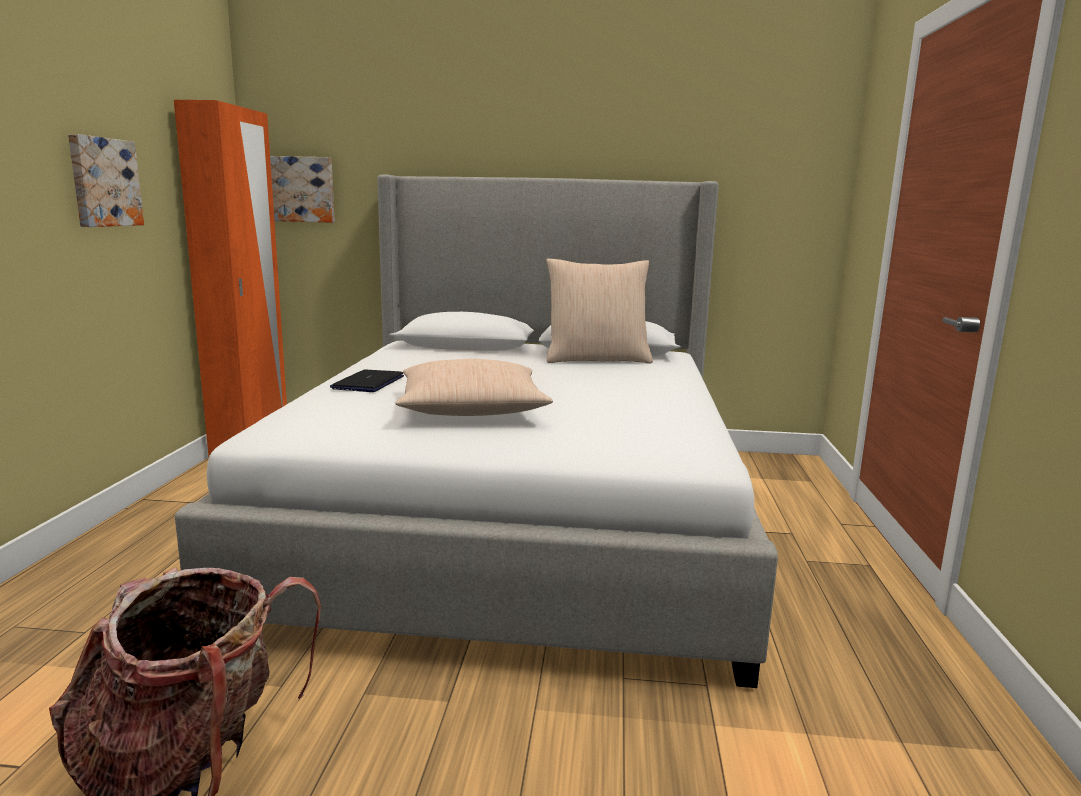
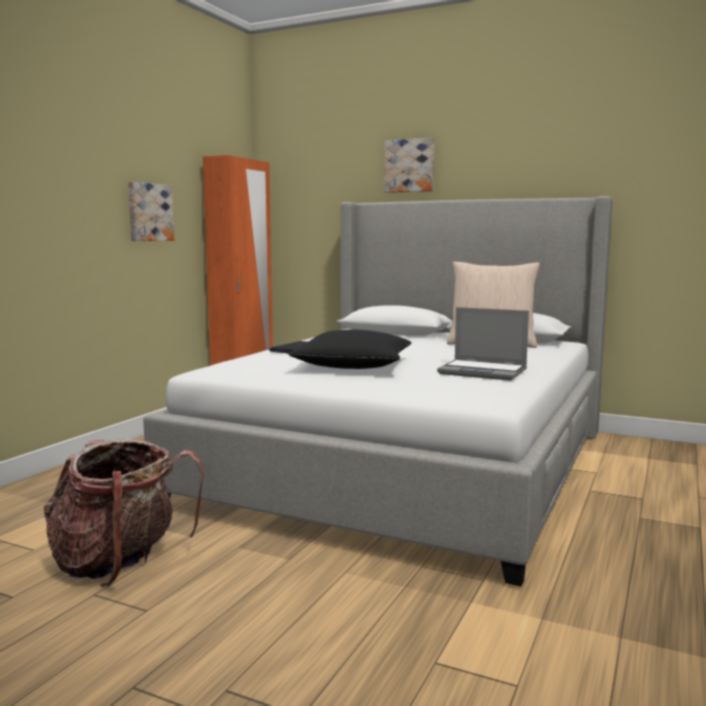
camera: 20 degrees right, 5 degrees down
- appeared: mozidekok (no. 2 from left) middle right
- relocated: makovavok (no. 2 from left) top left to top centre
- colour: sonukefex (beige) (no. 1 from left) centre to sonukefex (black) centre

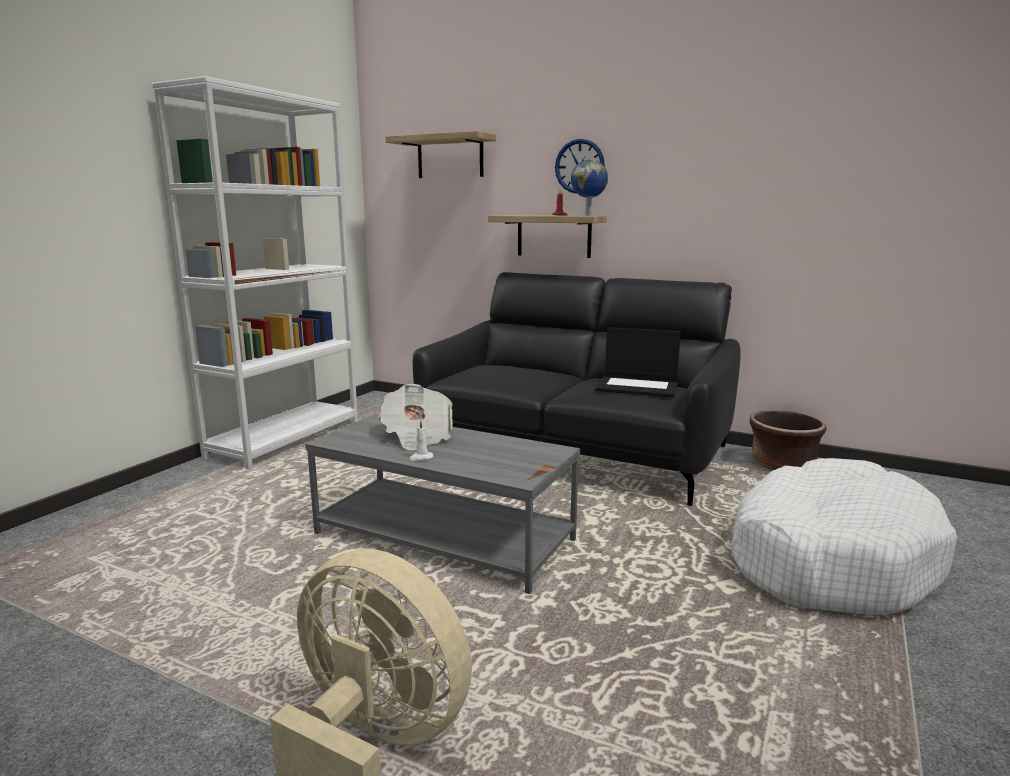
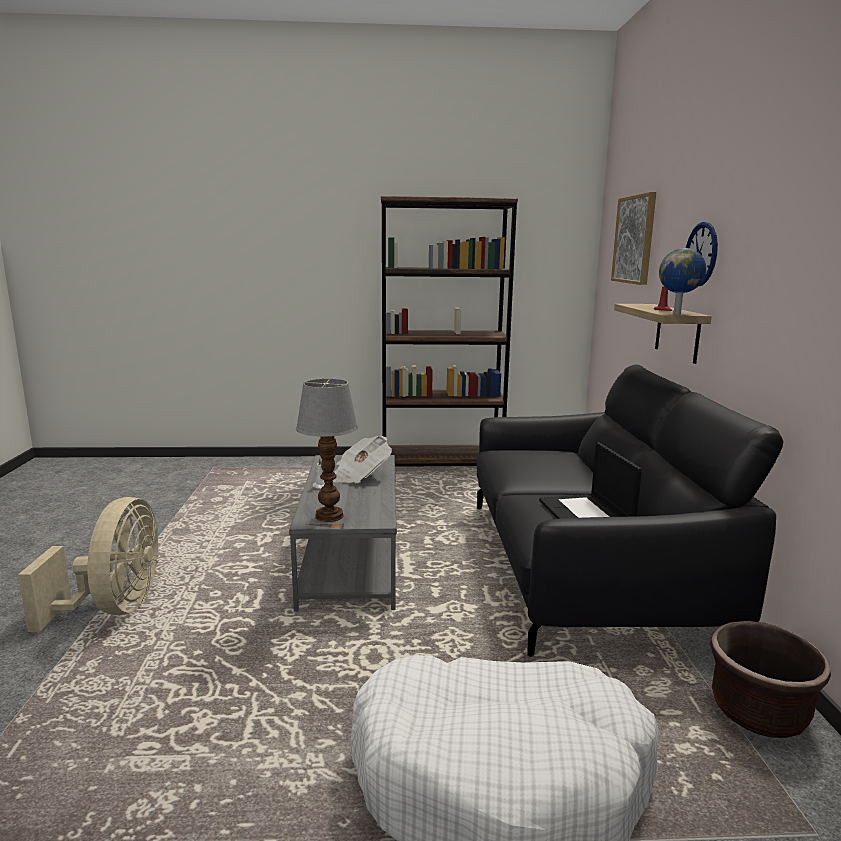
camera: 60 degrees right, 0 degrees up
- appeared: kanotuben centre
- exchanged: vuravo (no. 1 from left) top centre to makovavok top right
- colour: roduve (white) middle left to roduve (brown) centre

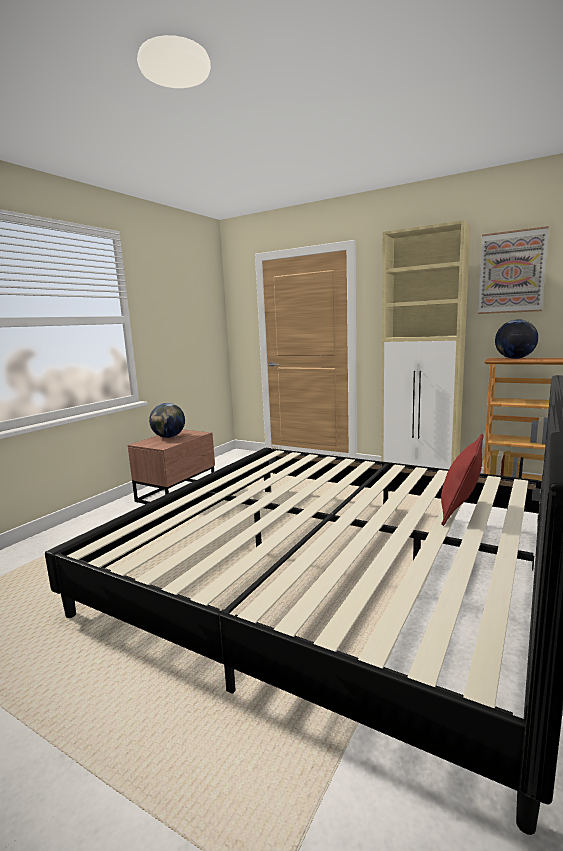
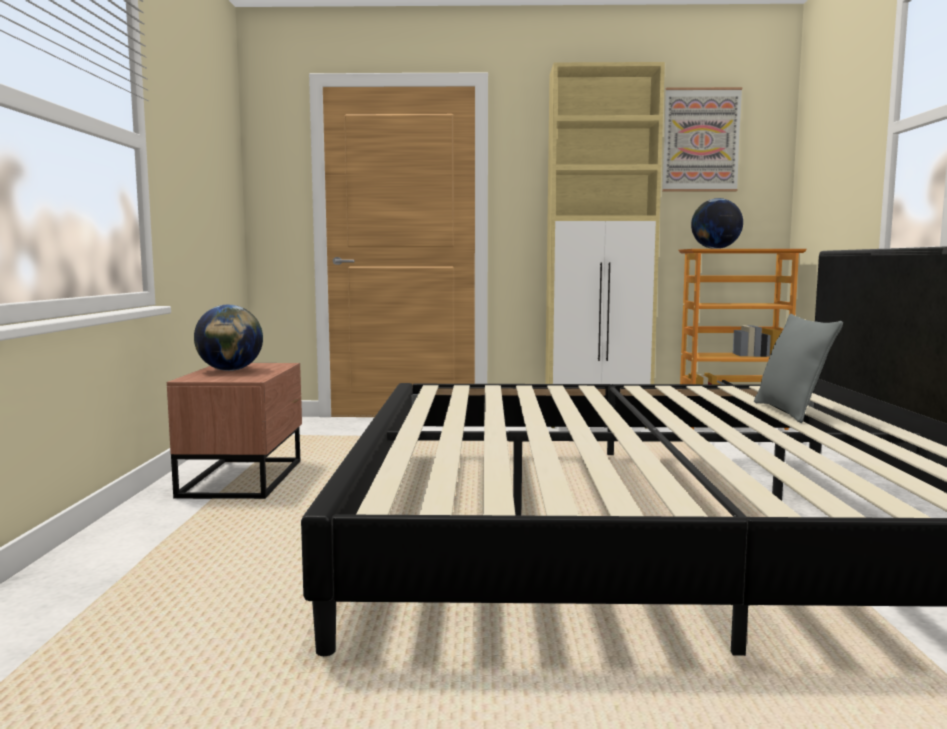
camera: 30 degrees left, 5 degrees down
- colour: sonukefex (red) middle right to sonukefex (grey) middle right

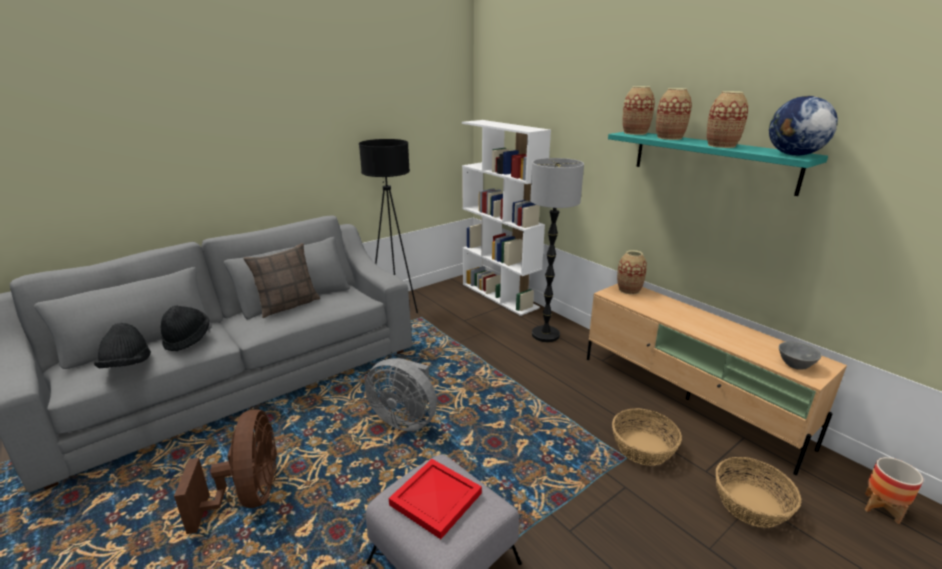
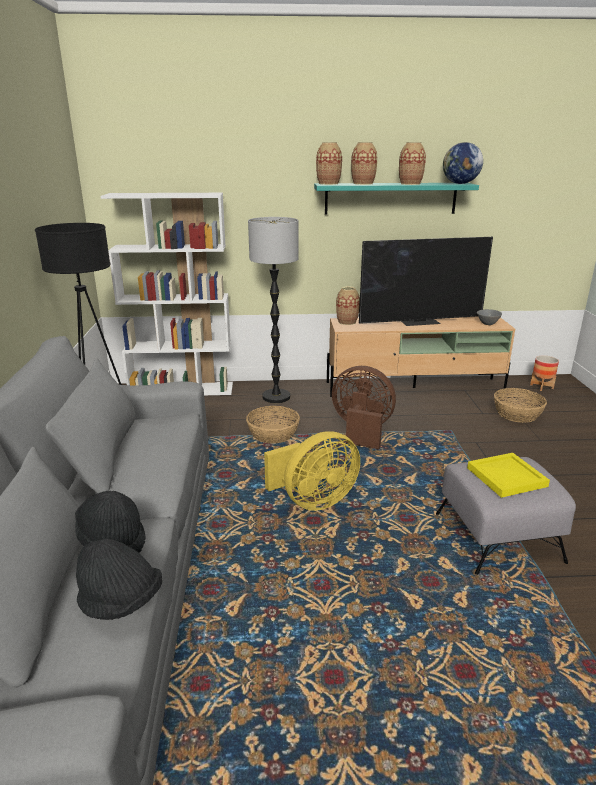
camera: 55 degrees left, 0 degrees up
- missing: sonukefex middle left
- appeared: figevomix middle right
- relocated: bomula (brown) bottom left to centre
- relocated: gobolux (no. 1 from left) bottom right to centre
- colour: bomula (grey) bottom centre to bomula (yellow) centre
- colour: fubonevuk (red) bottom centre to fubonevuk (yellow) middle right

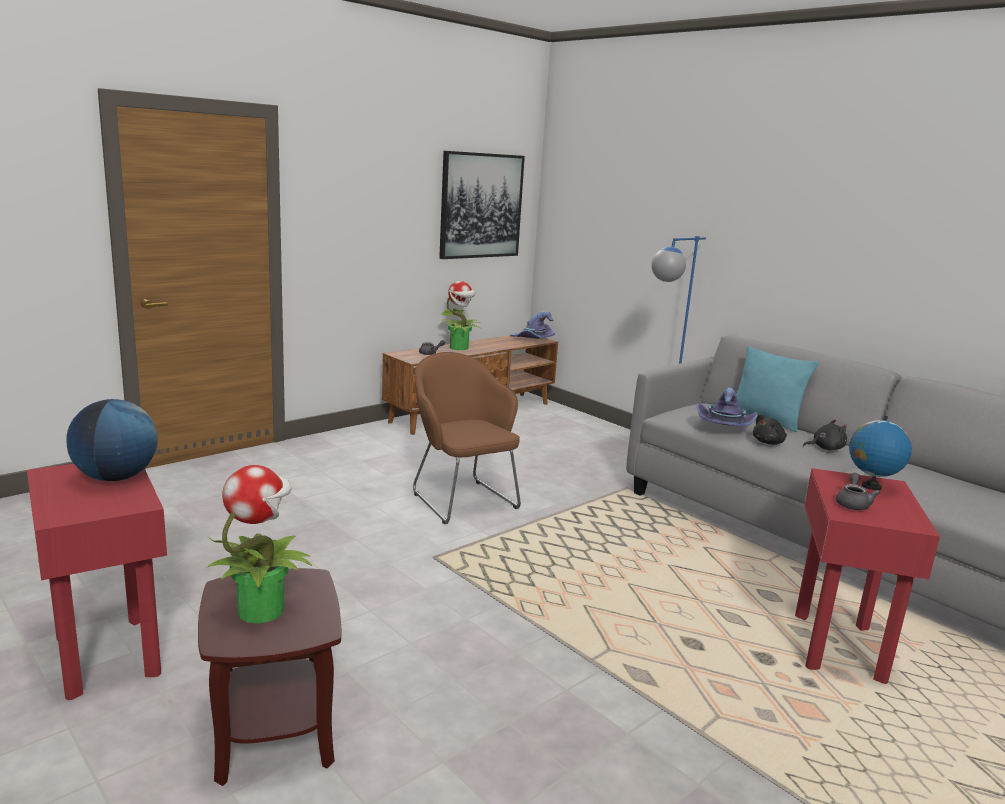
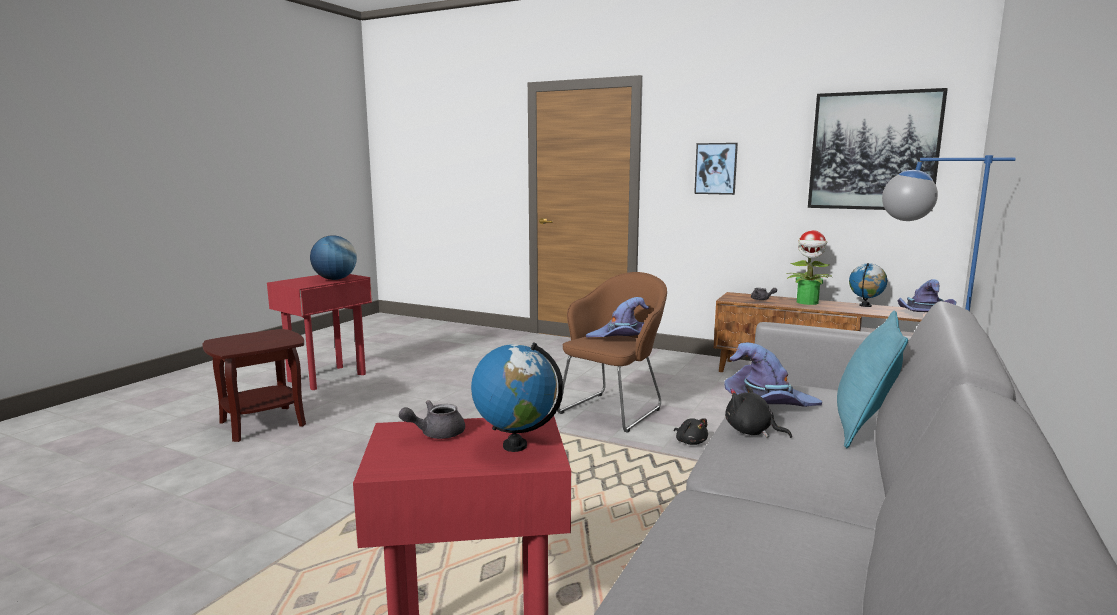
camera: 70 degrees right, 5 degrees down
- missing: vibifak (no. 1 from left) bottom left
- appeared: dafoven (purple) (no. 1 from left) centre
- appeared: makovavok (no. 1 from left) top centre
- appeared: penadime (no. 3 from left) middle right
- relocated: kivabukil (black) (no. 2 from left in the first image) middle right to kivabukil (black) (no. 1 from left) bottom centre
- spun: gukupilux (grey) (no. 2 from left in the first image) middle right = bottom centre 150 degrees clockwise

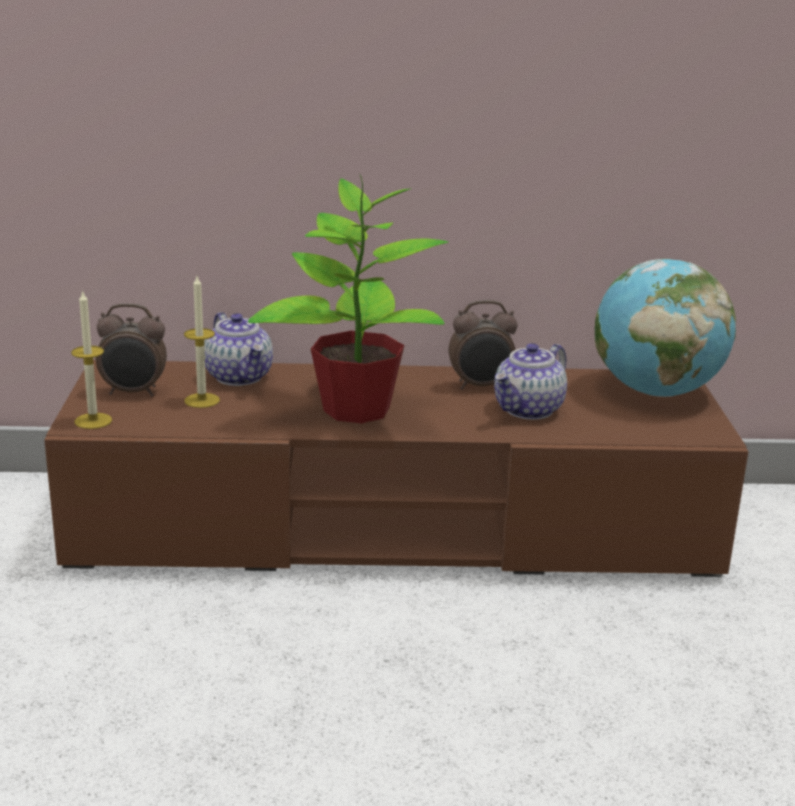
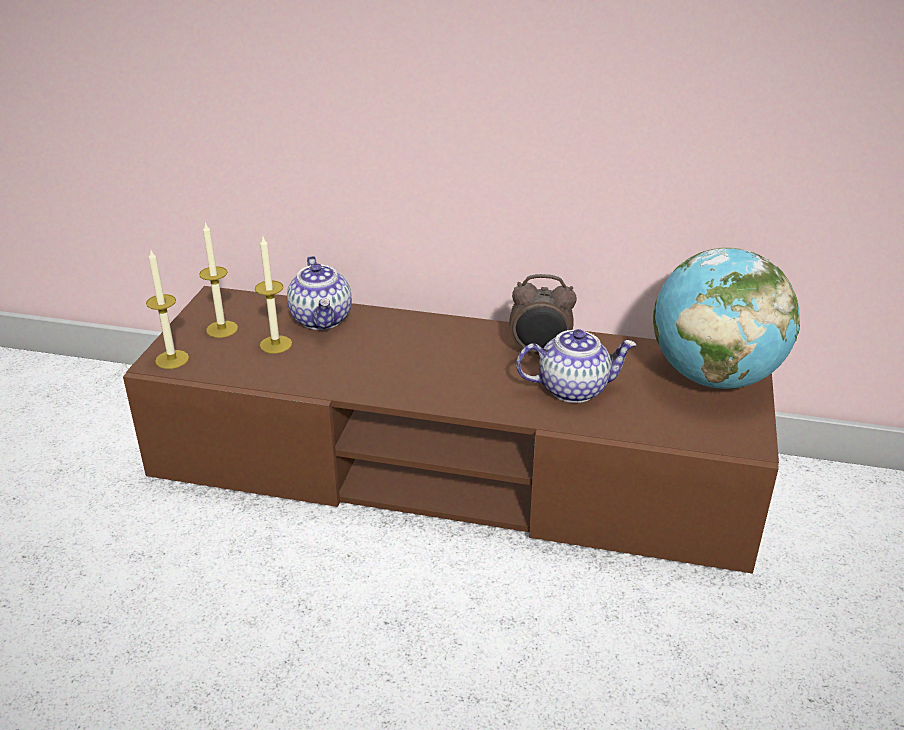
camera: 15 degrees right, 10 degrees up
- missing: vibifak centre
- exchanged: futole (no. 1 from left) middle left to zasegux (no. 2 from left) middle left
- spun: gukupilux (no. 2 from left) middle right = centre 150 degrees counterclockwise

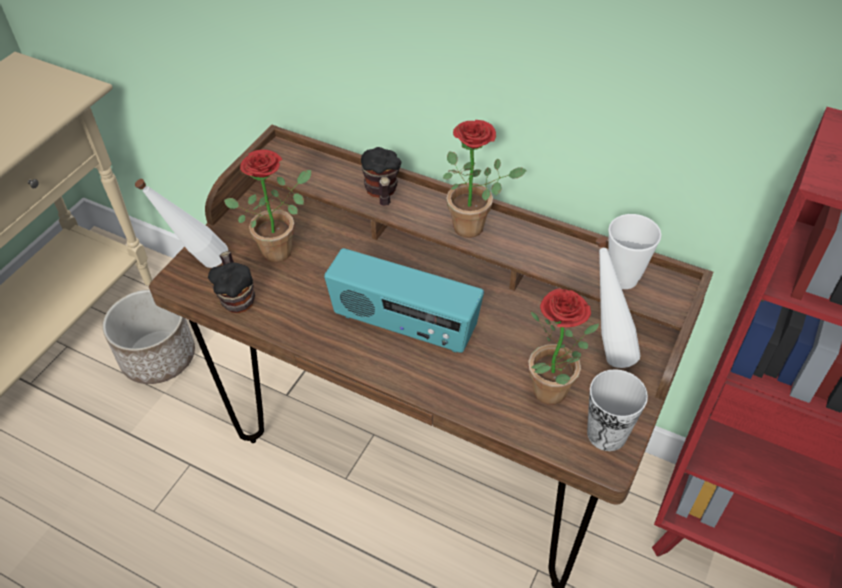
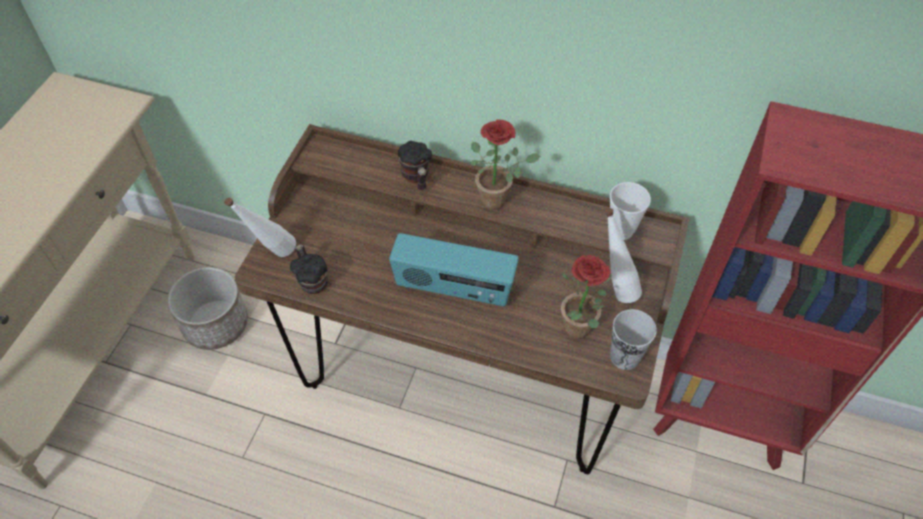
camera: 10 degrees left, 5 degrees up
- missing: vibifak (no. 1 from left) middle left

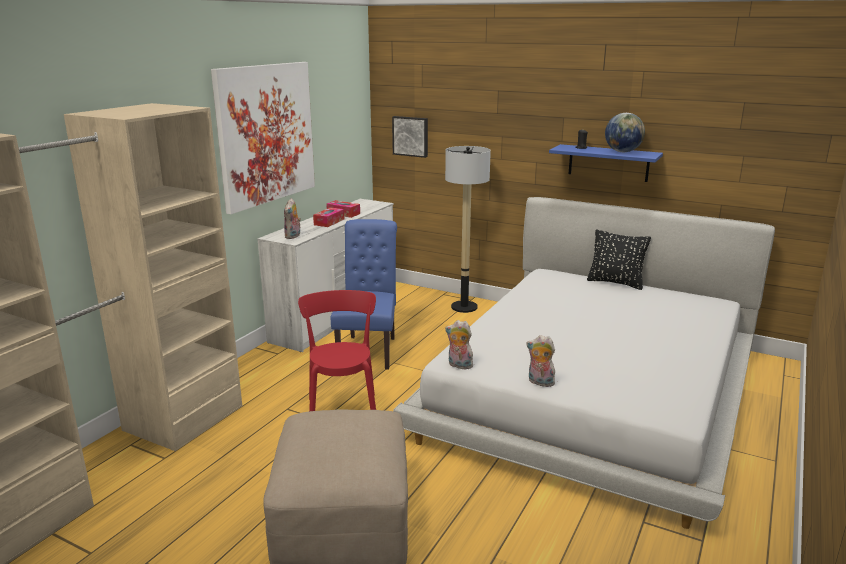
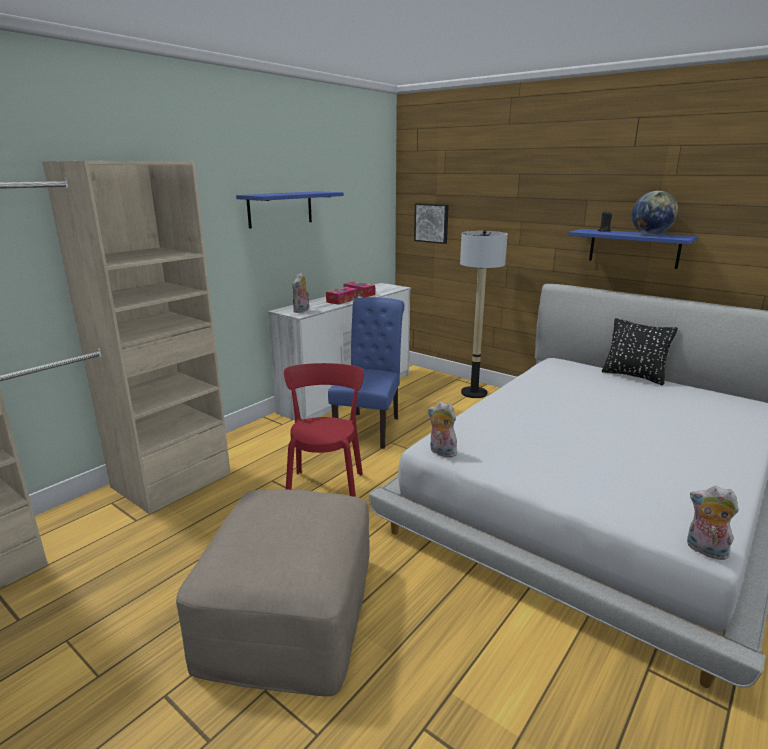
camera: 10 degrees right, 0 degrees up
- relocated: kivabukil (no. 3 from left) centre to bottom right
- exchanged: makovavok (no. 1 from left) top left to vuravo (blue) (no. 1 from left) top centre

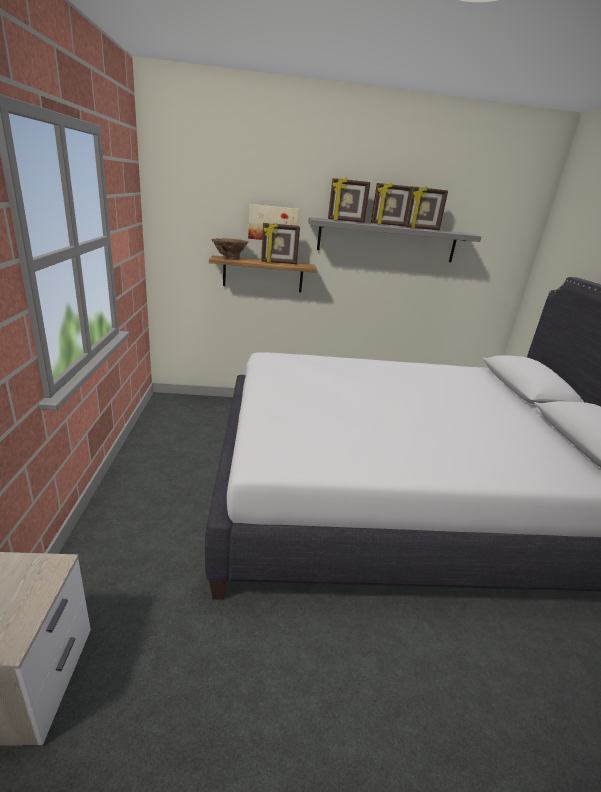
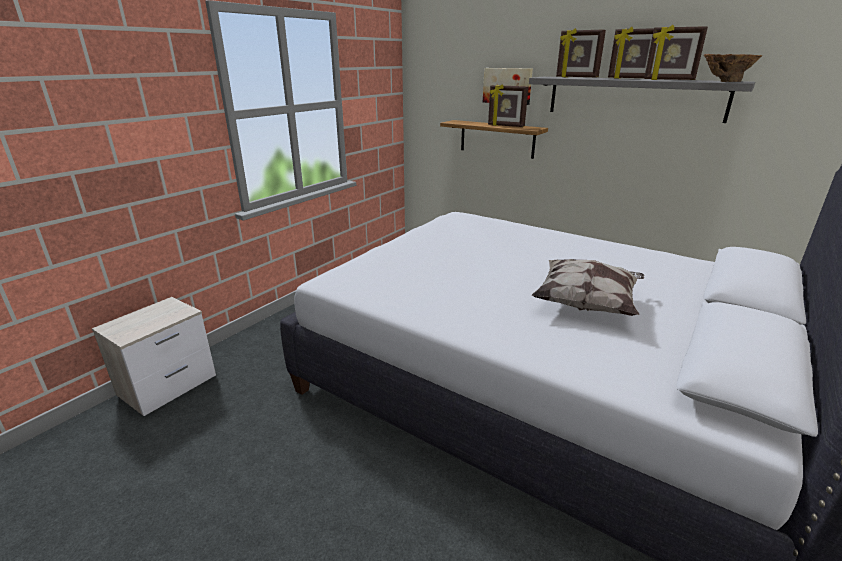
camera: 40 degrees right, 0 degrees up
- appeared: sonukefex middle right
- relocated: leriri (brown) top centre to top right

